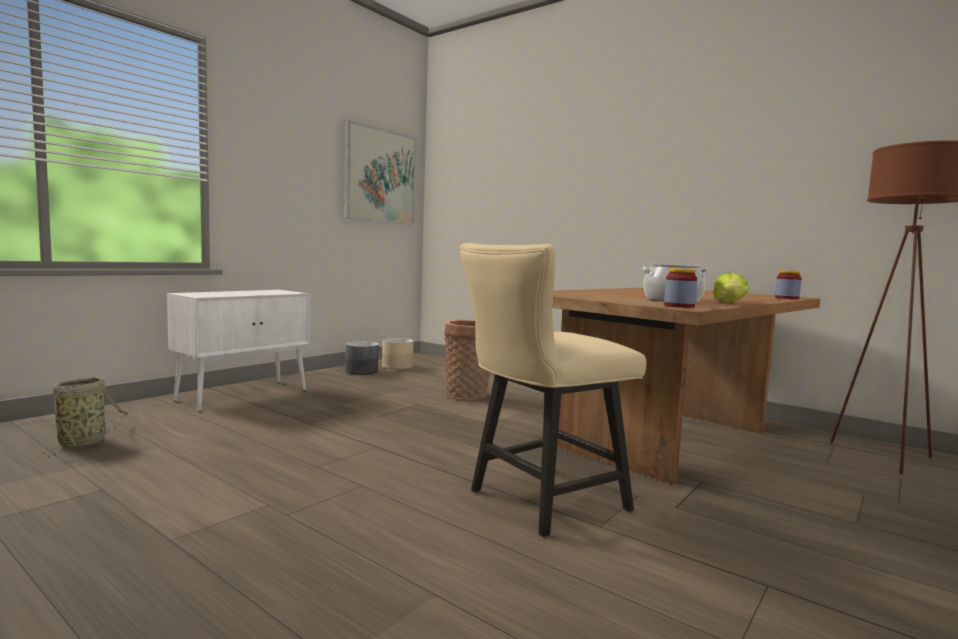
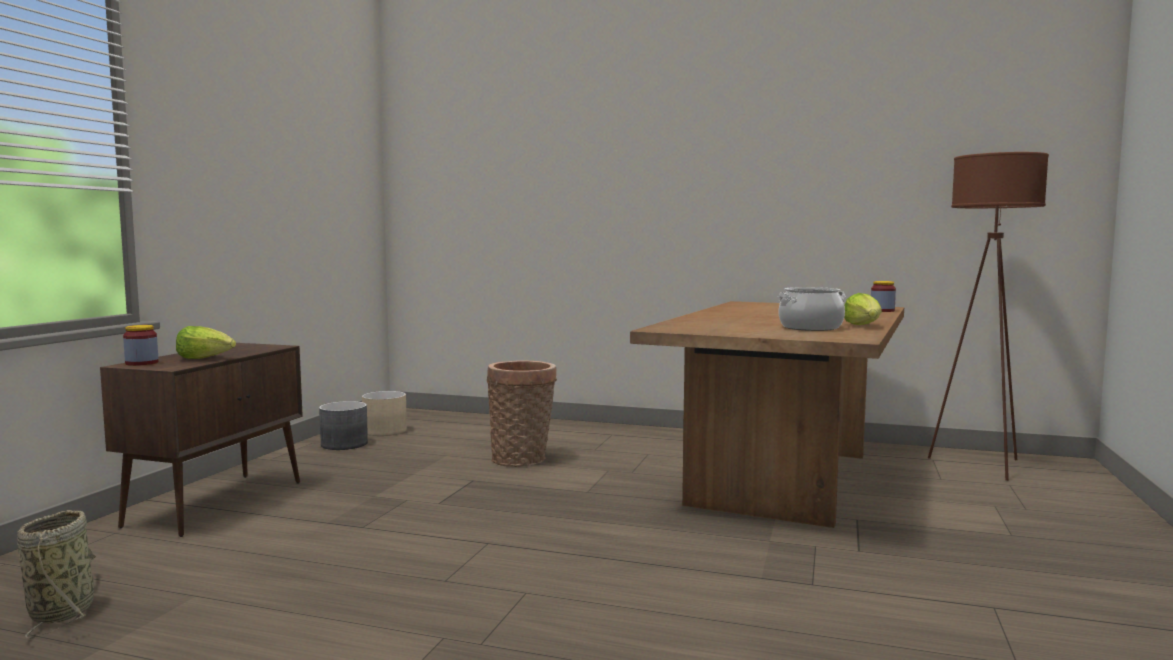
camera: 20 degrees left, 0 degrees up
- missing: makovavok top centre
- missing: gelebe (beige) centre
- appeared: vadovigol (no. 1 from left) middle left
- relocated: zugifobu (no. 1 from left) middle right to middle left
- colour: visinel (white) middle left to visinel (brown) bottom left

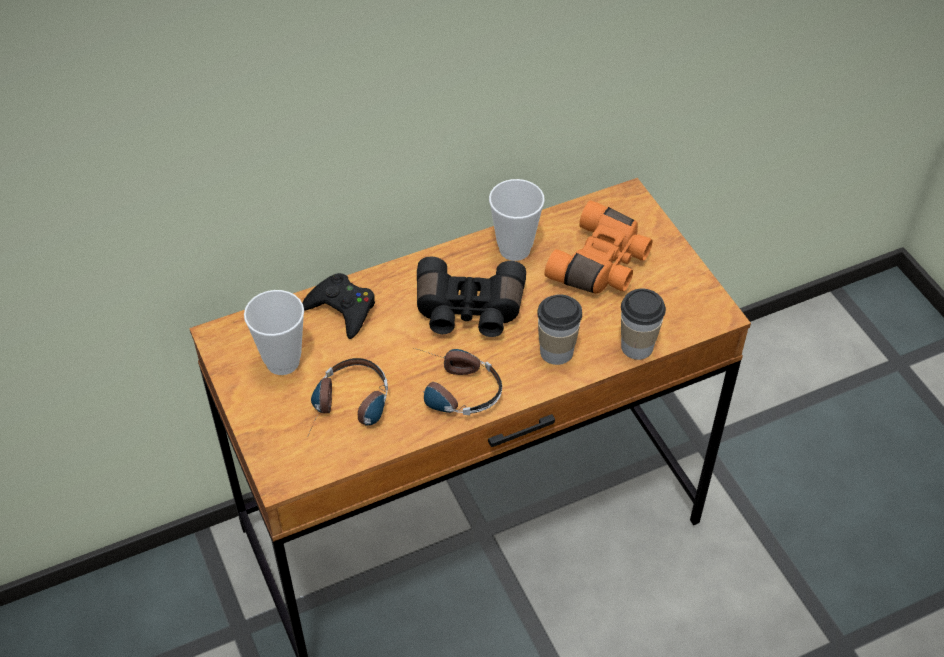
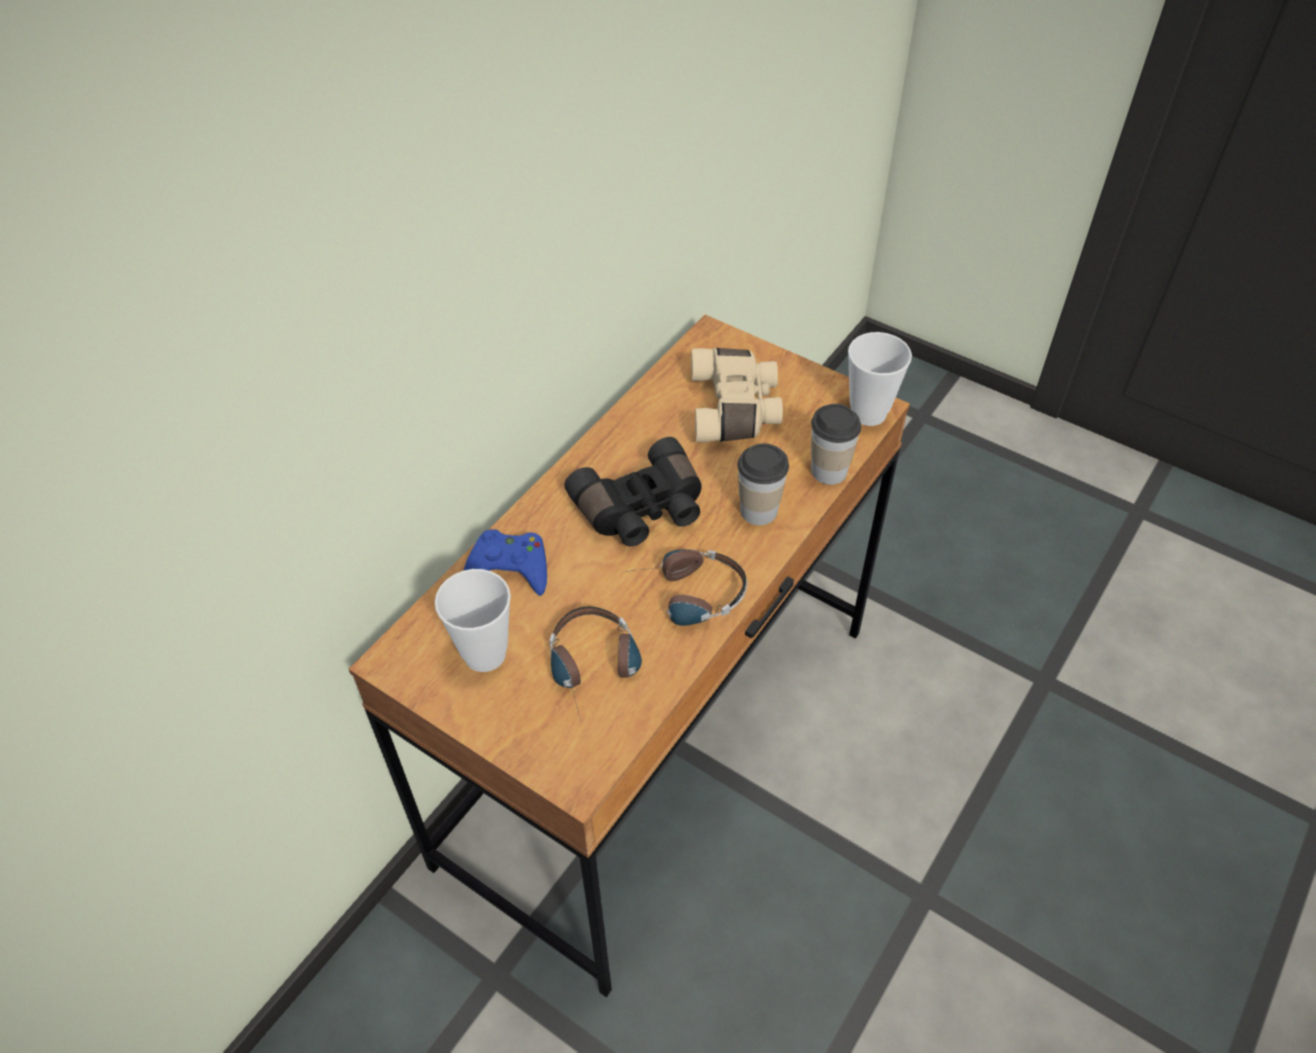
camera: 30 degrees left, 0 degrees up
- relocated: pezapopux (no. 2 from left in the first image) centre to pezapopux (no. 4 from left) middle right
- colour: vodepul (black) centre to vodepul (blue) centre
- colour: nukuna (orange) centre to nukuna (beige) centre

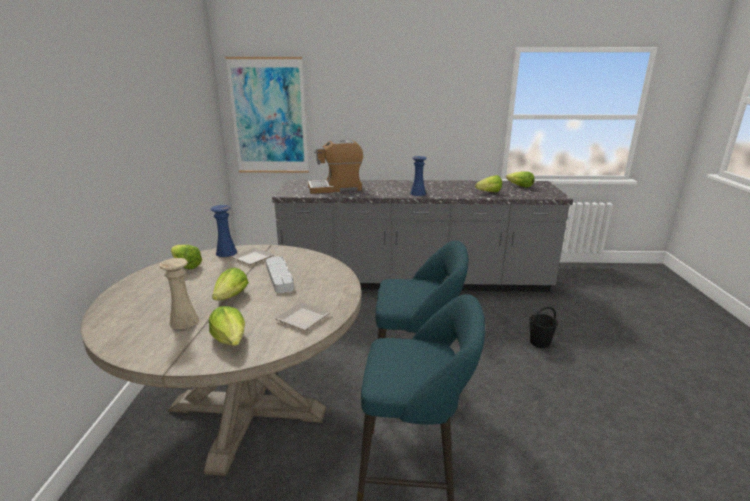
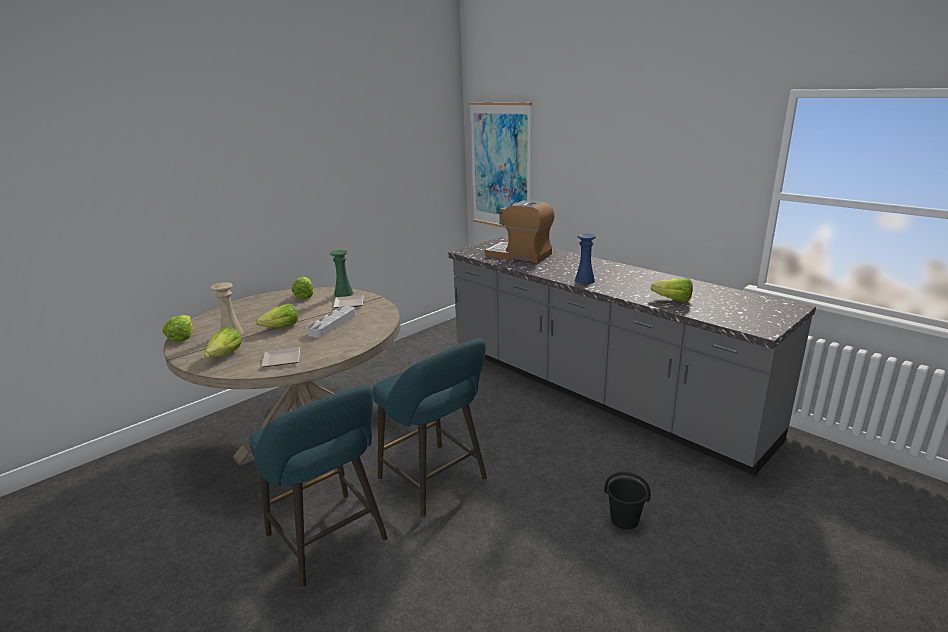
camera: 45 degrees right, 0 degrees up
- relocated: vadovigol (no. 5 from left in the first image) middle right to vadovigol (no. 1 from left) middle left
- colour: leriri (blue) (no. 1 from left) middle left to leriri (green) centre

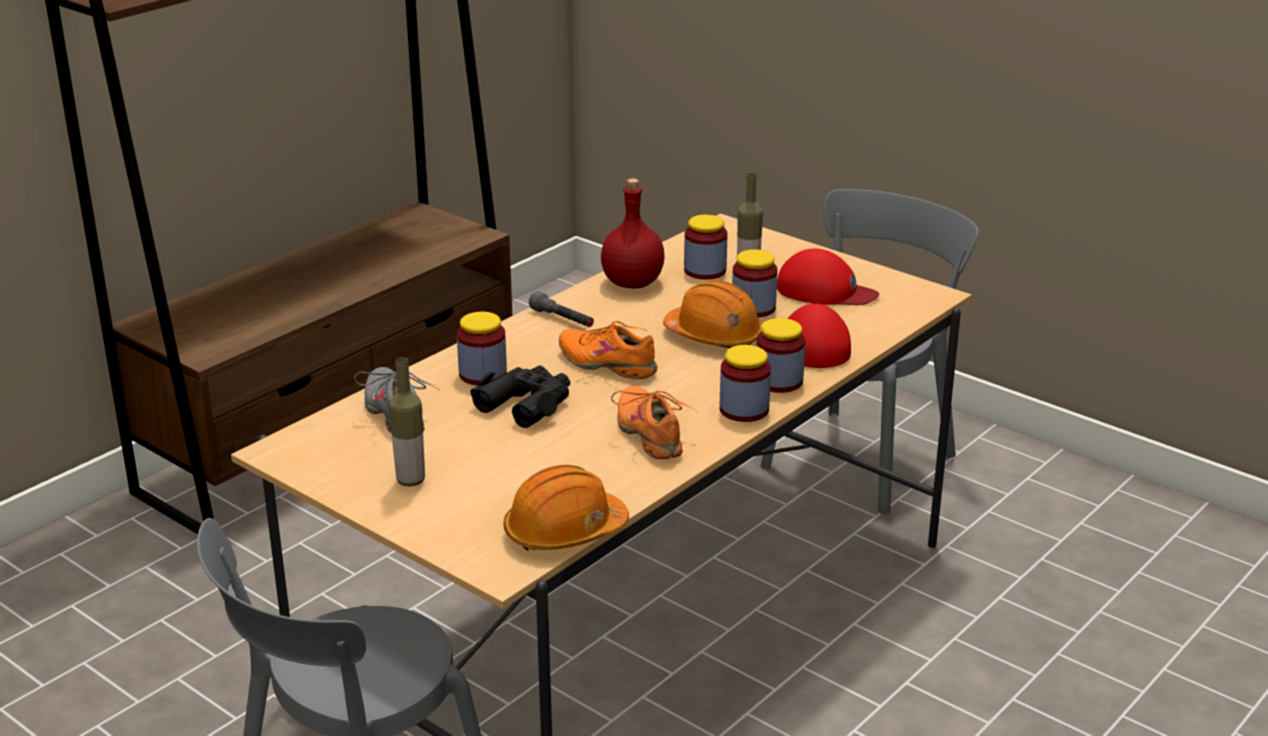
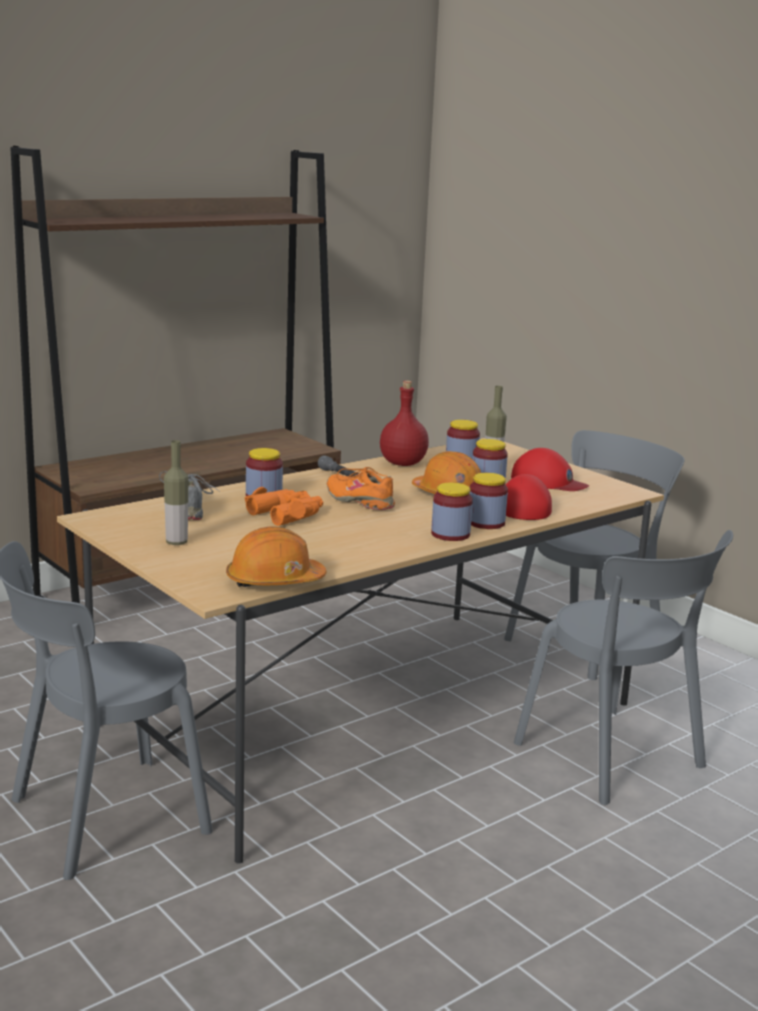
camera: 10 degrees right, 10 degrees down
- missing: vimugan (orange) (no. 2 from left) centre
- appeared: gelebe (grey) (no. 3 from left) middle right
- colour: nukuna (black) centre to nukuna (orange) centre

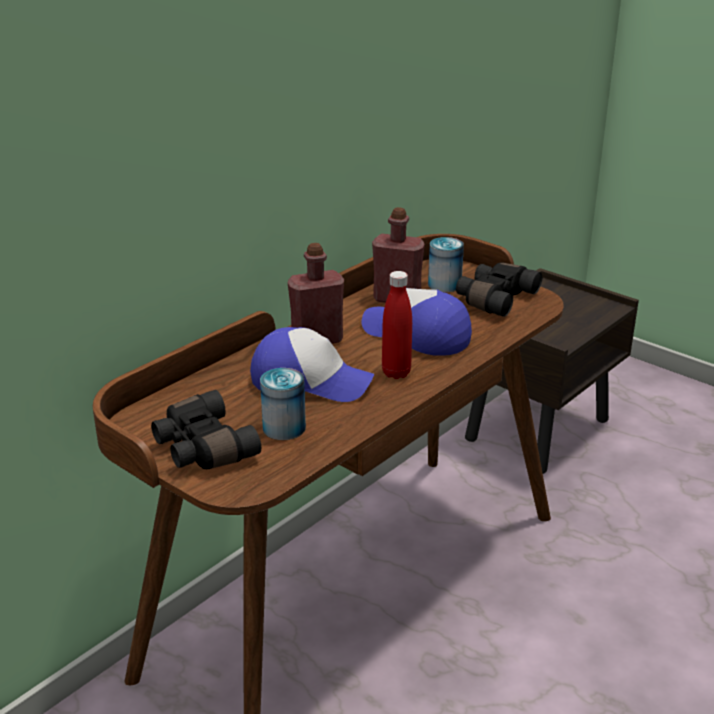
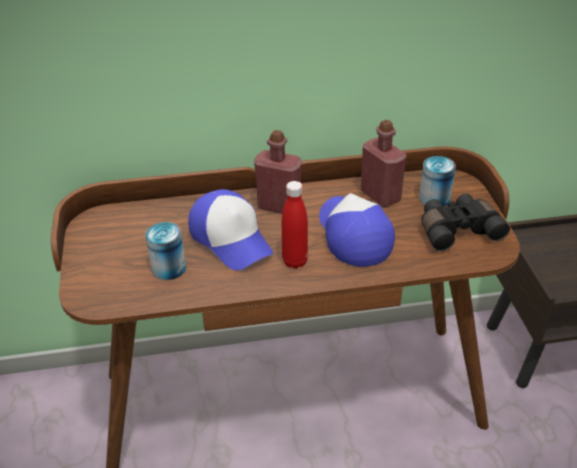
camera: 40 degrees right, 10 degrees up
- missing: nukuna (black) (no. 1 from left) middle left

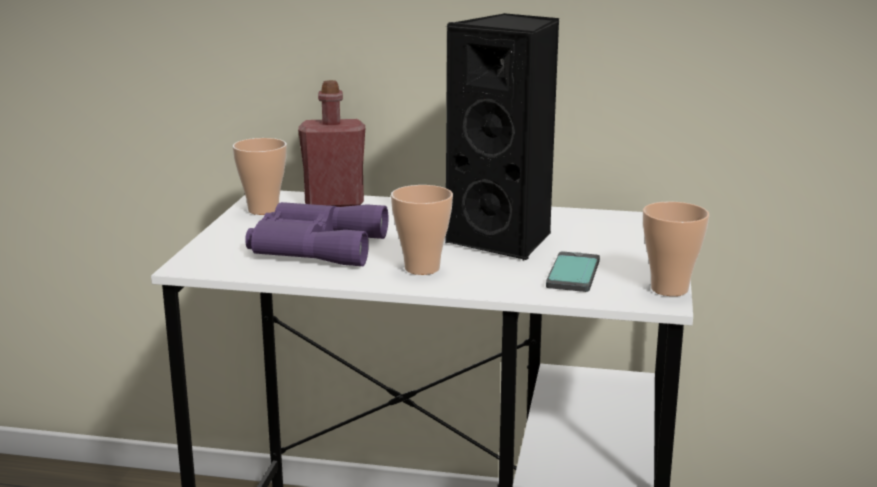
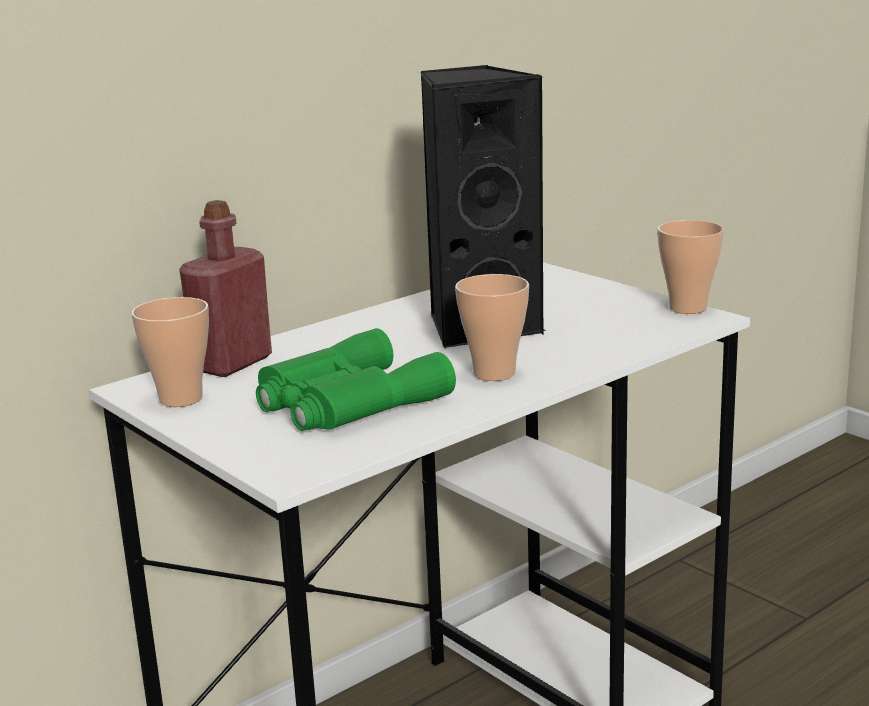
camera: 50 degrees left, 0 degrees up
- missing: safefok centre
- colour: nukuna (purple) centre to nukuna (green) centre

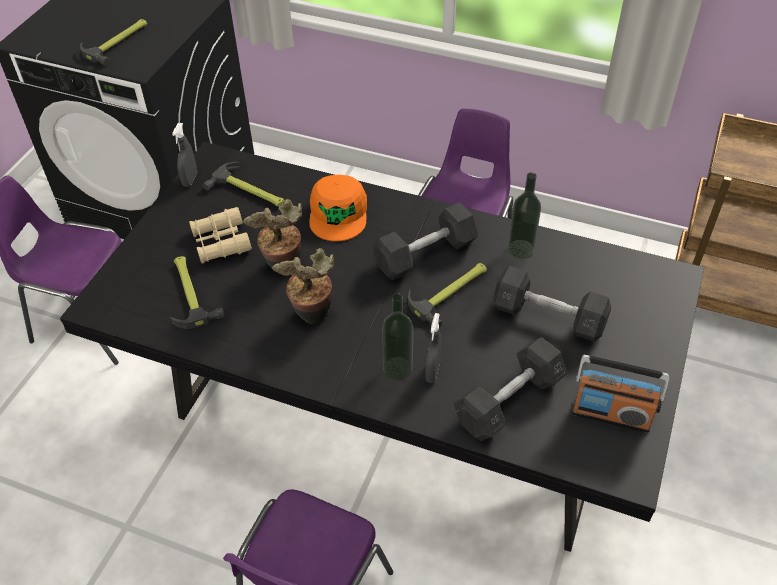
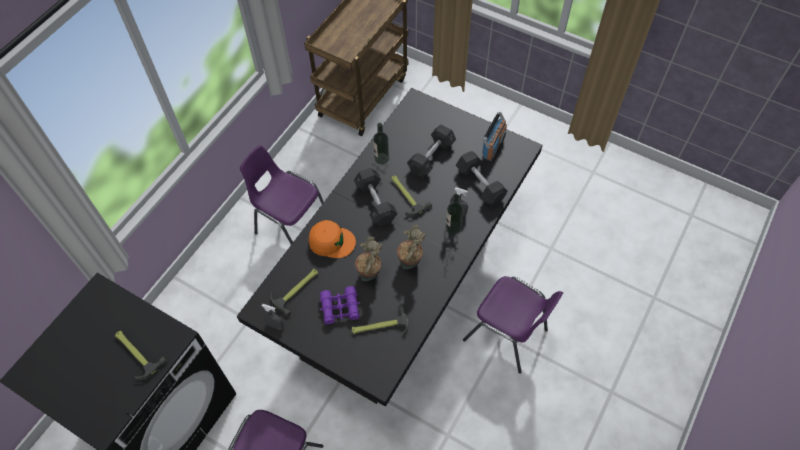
camera: 80 degrees left, 10 degrees up
- colour: nukuna (beige) middle left to nukuna (purple) bottom centre

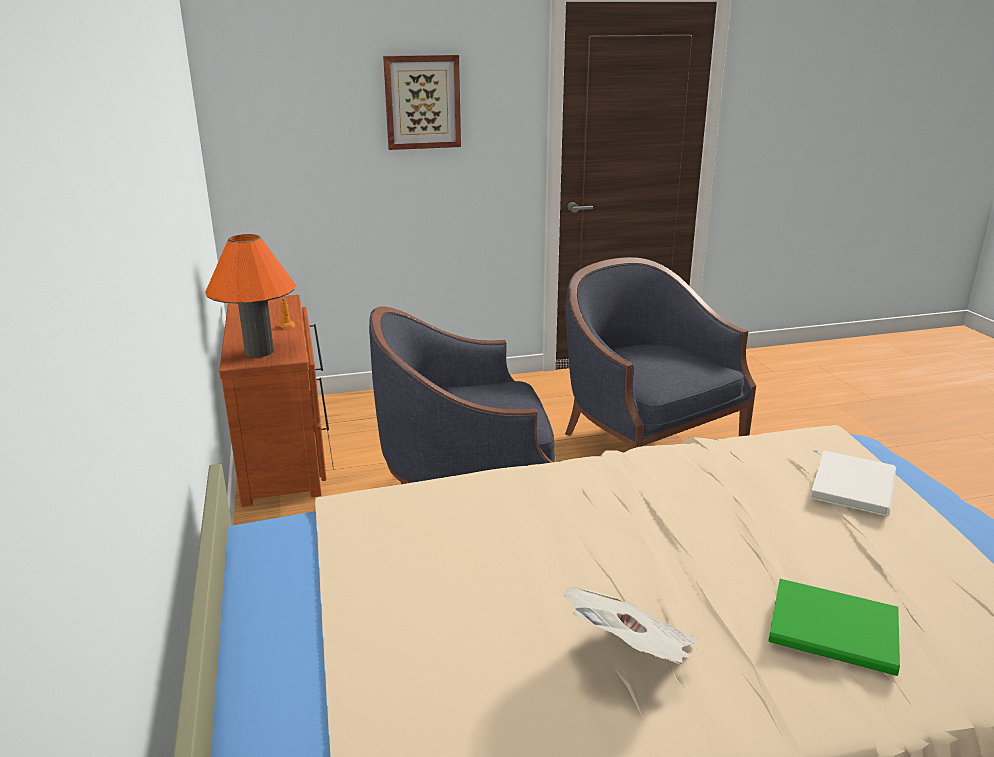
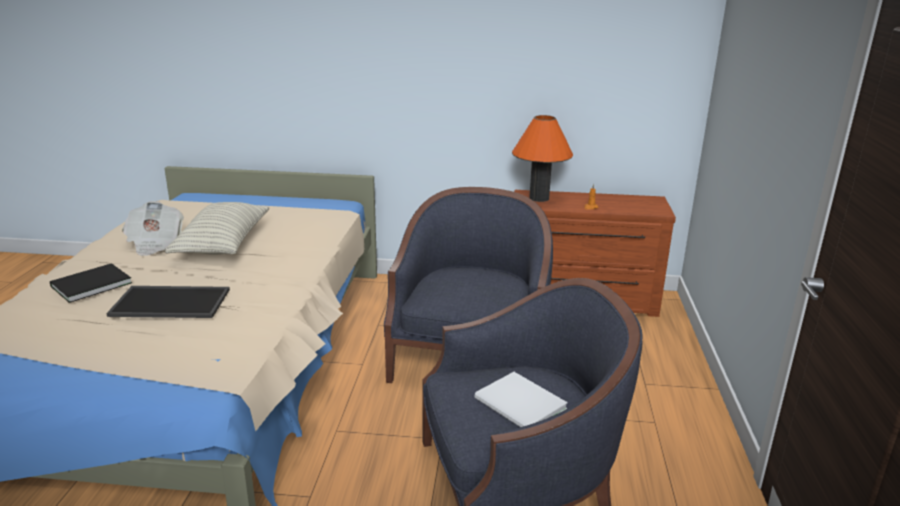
camera: 110 degrees right, 0 degrees up
- missing: makovavok top centre
- appeared: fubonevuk middle left
- appeared: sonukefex middle left
- relocated: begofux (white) middle right to bottom centre
- colour: begofux (green) bottom right to begofux (black) middle left

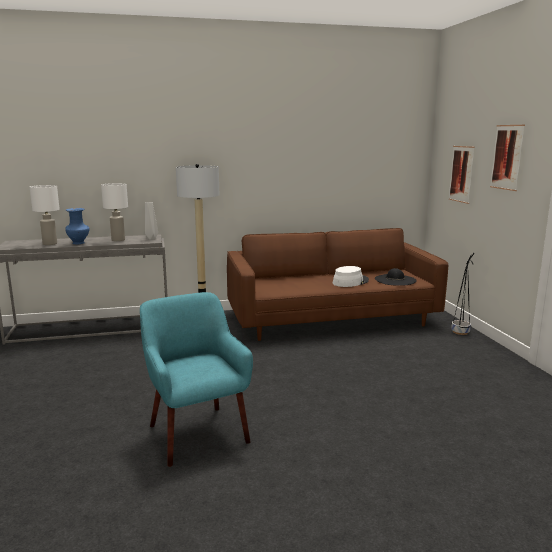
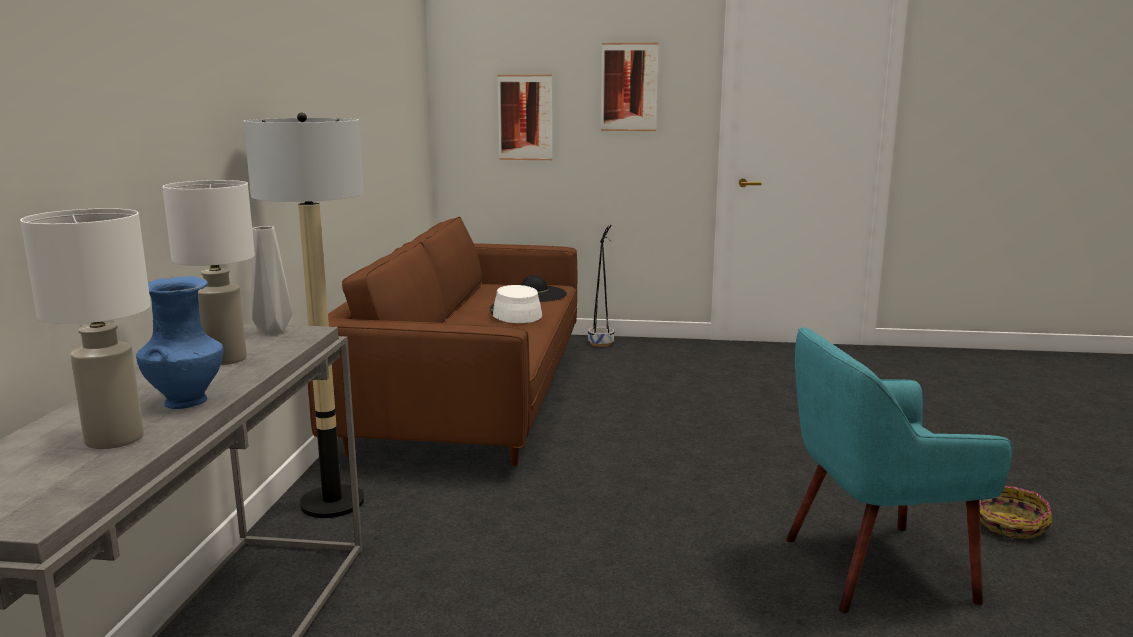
camera: 70 degrees left, 0 degrees up
- appeared: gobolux bottom right

